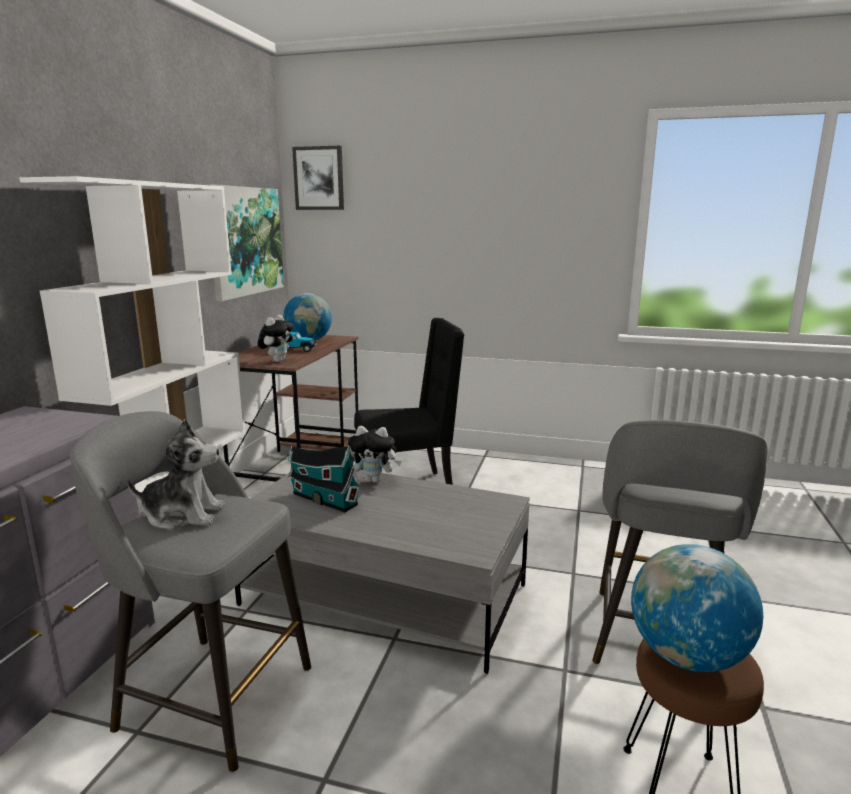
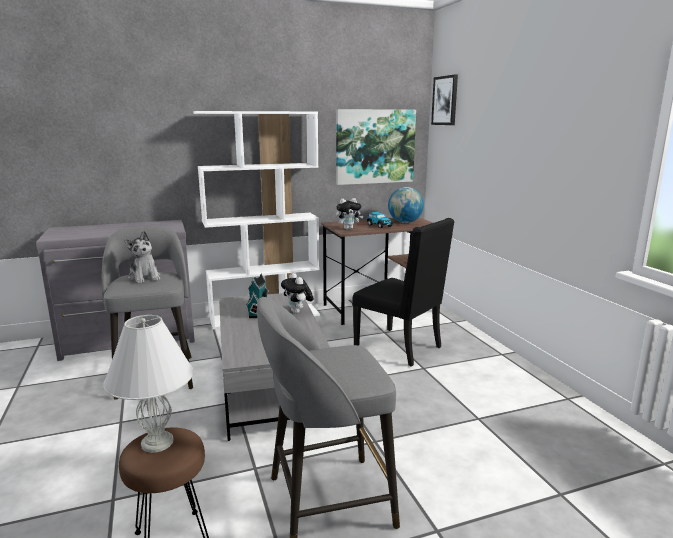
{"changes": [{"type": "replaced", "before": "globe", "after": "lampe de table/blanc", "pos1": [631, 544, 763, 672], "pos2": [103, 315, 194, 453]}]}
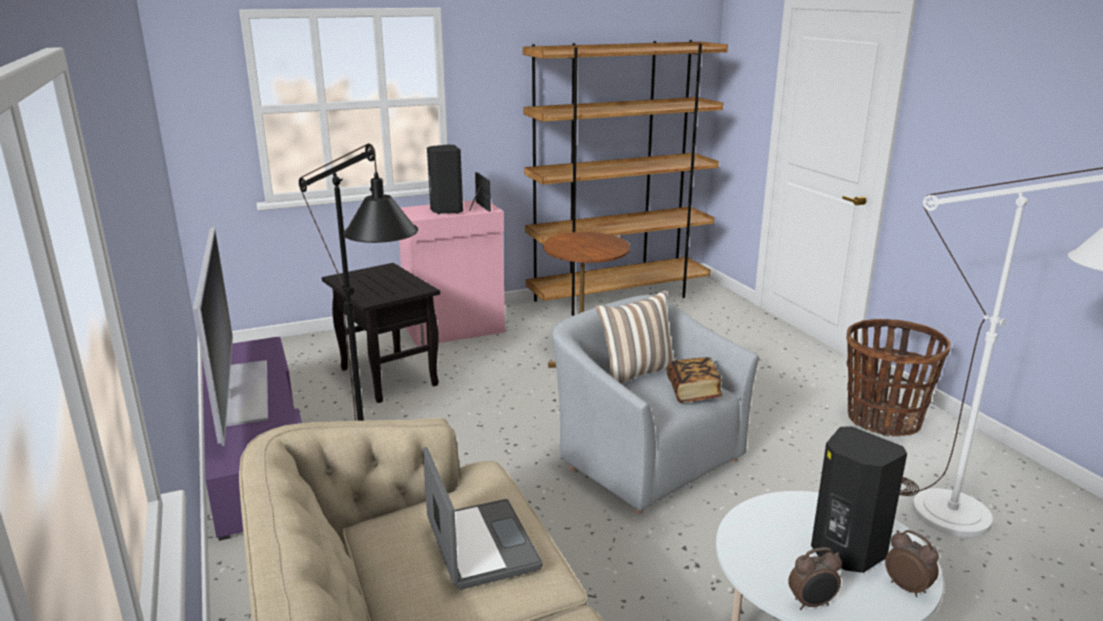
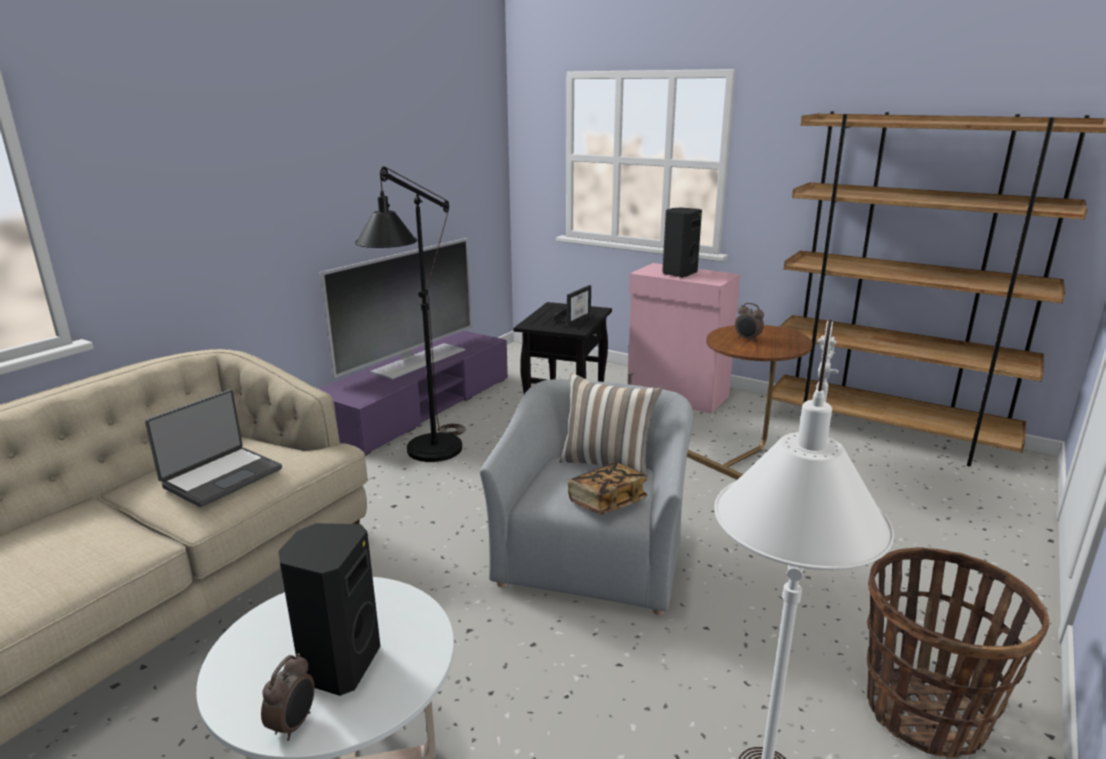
{"changes": [{"type": "moved", "before": "cadre photo", "pos1": [469, 172, 491, 212], "pos2": [553, 285, 591, 327]}, {"type": "moved", "before": "réveil", "pos1": [788, 547, 842, 610], "pos2": [735, 303, 764, 342]}]}
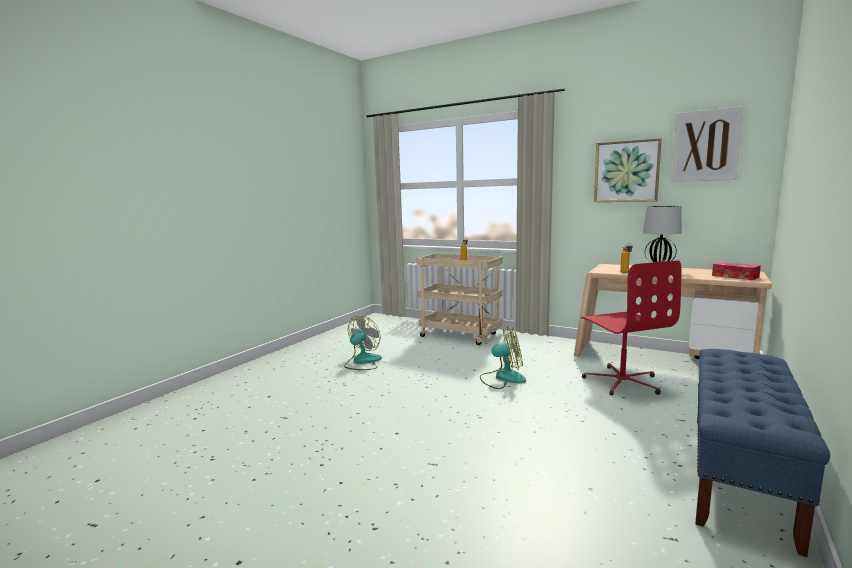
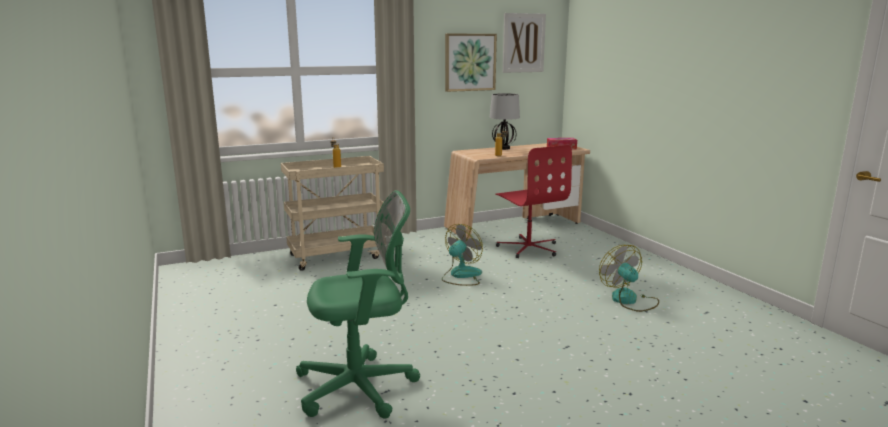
{"changes": [{"type": "added", "after": "chaise de bureau/vert", "pos2": [296, 190, 420, 419]}, {"type": "turned", "before": "chaise de bureau/rouge", "pos1": [581, 260, 682, 396], "pos2": [495, 145, 572, 258], "turn": 45}, {"type": "moved", "before": "ventilateur", "pos1": [344, 316, 382, 370], "pos2": [599, 245, 659, 312]}, {"type": "removed", "before": "banc/bleu", "pos1": [696, 349, 830, 557]}]}
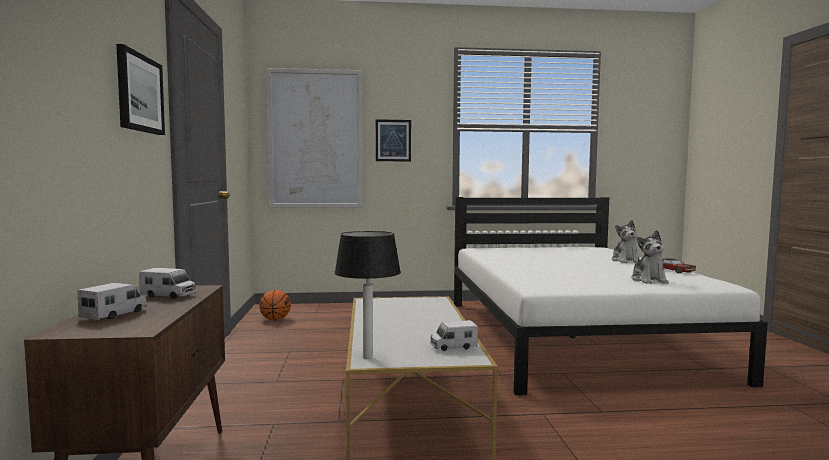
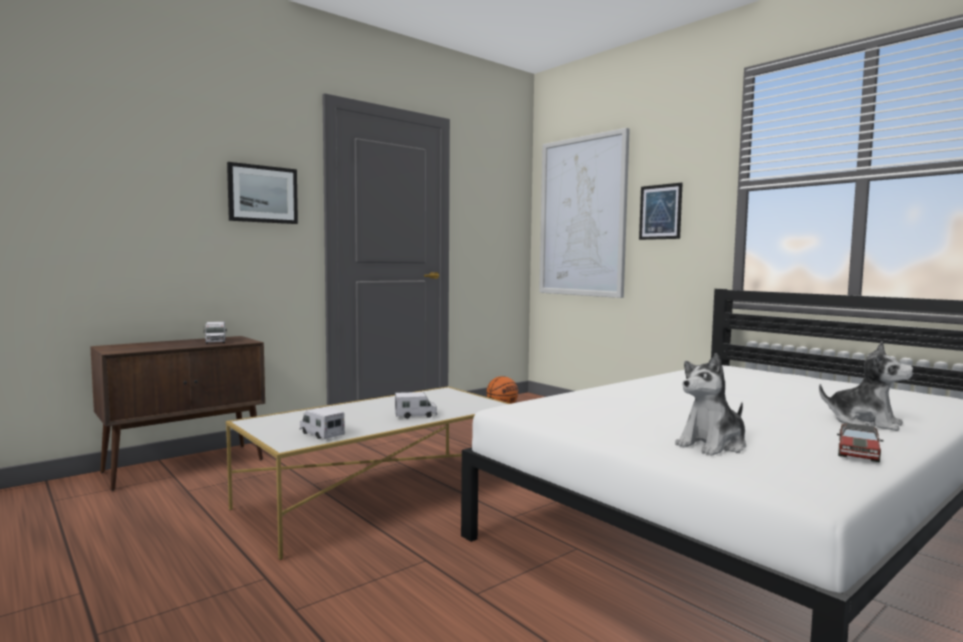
{"changes": [{"type": "moved", "before": "camion jouet", "pos1": [78, 283, 147, 320], "pos2": [395, 392, 438, 419]}, {"type": "turned", "before": "peluche", "pos1": [612, 220, 638, 263], "pos2": [819, 342, 914, 431], "turn": -105}, {"type": "removed", "before": "lampe de table", "pos1": [334, 231, 401, 359]}]}
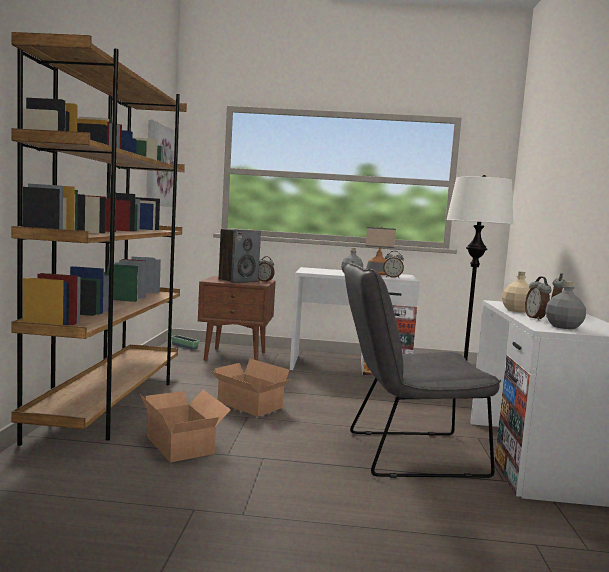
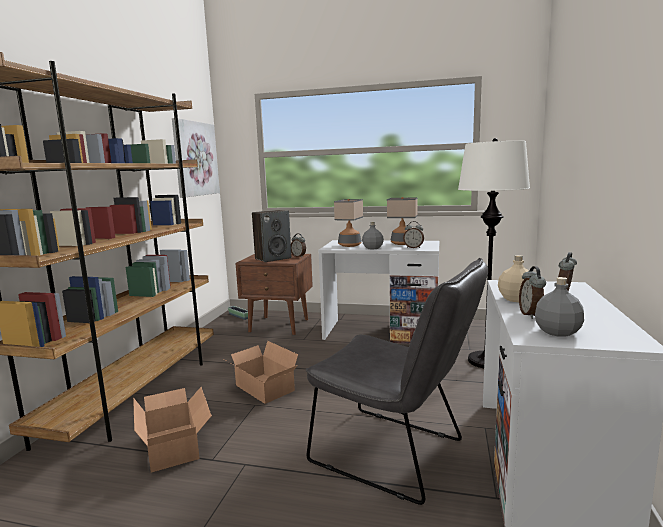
{"changes": [{"type": "turned", "before": "chaise/gris", "pos1": [344, 261, 501, 478], "pos2": [306, 258, 488, 505], "turn": -150}, {"type": "added", "after": "lampe de table", "pos2": [334, 199, 363, 247]}]}
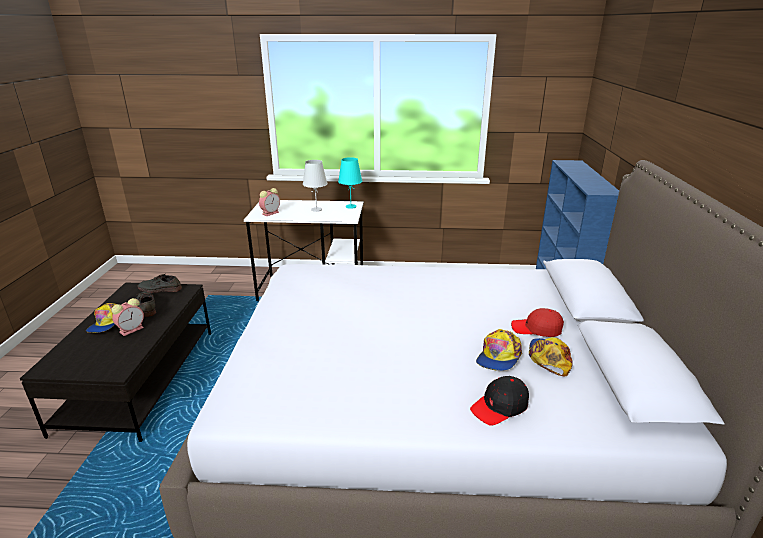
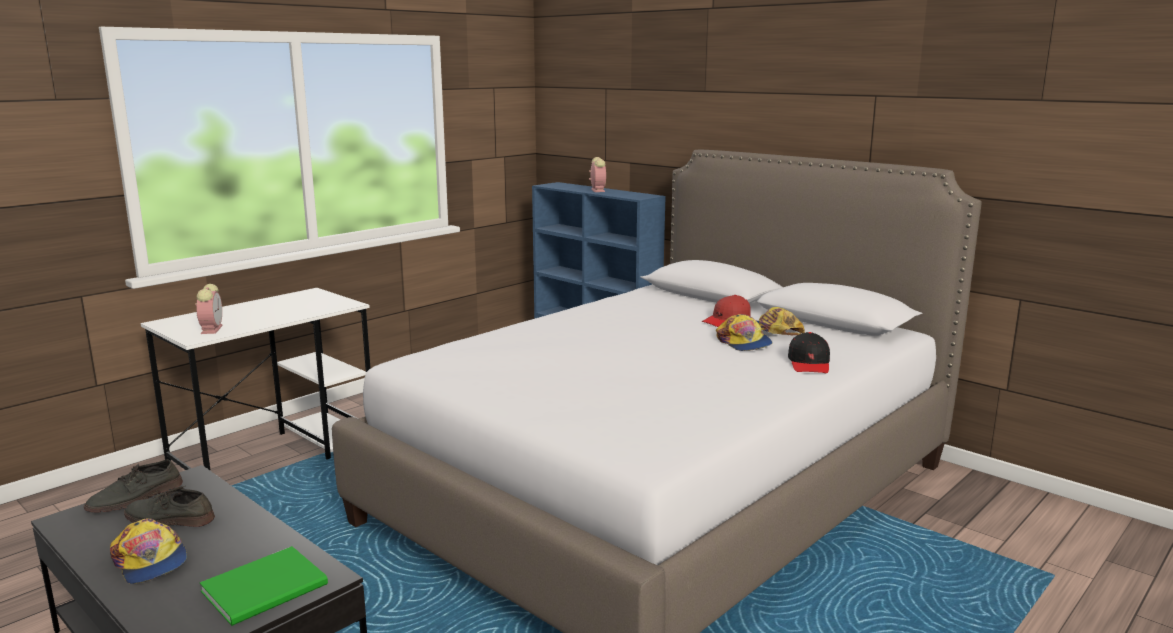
{"changes": [{"type": "added", "after": "livre/vert", "pos2": [200, 546, 328, 626]}, {"type": "moved", "before": "réveil", "pos1": [112, 298, 144, 336], "pos2": [589, 157, 606, 192]}, {"type": "removed", "before": "lampe de table/blanc", "pos1": [303, 160, 328, 212]}, {"type": "removed", "before": "lampe de table/turquoise", "pos1": [338, 157, 362, 209]}]}
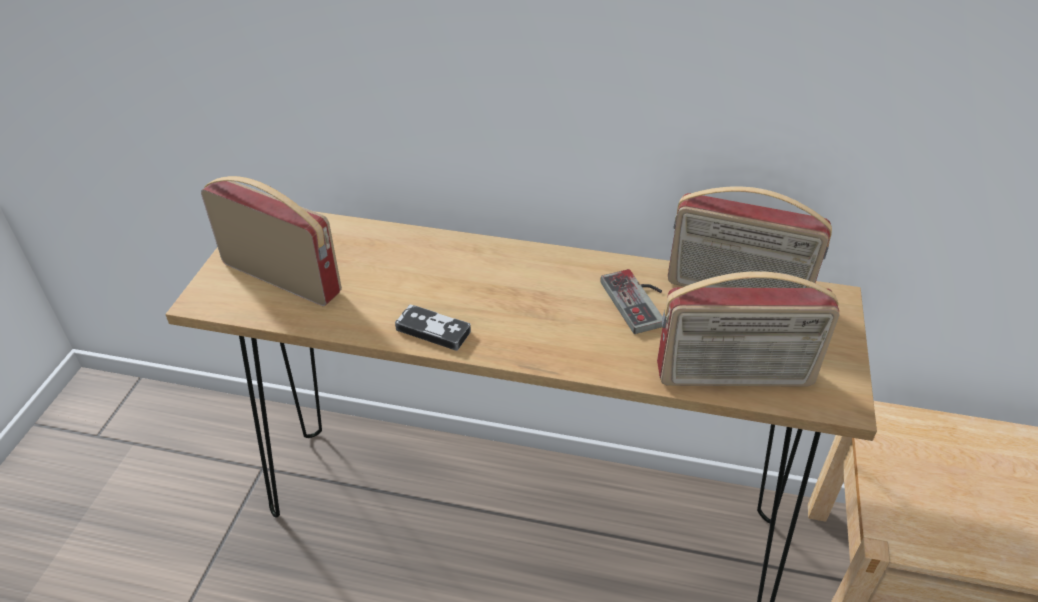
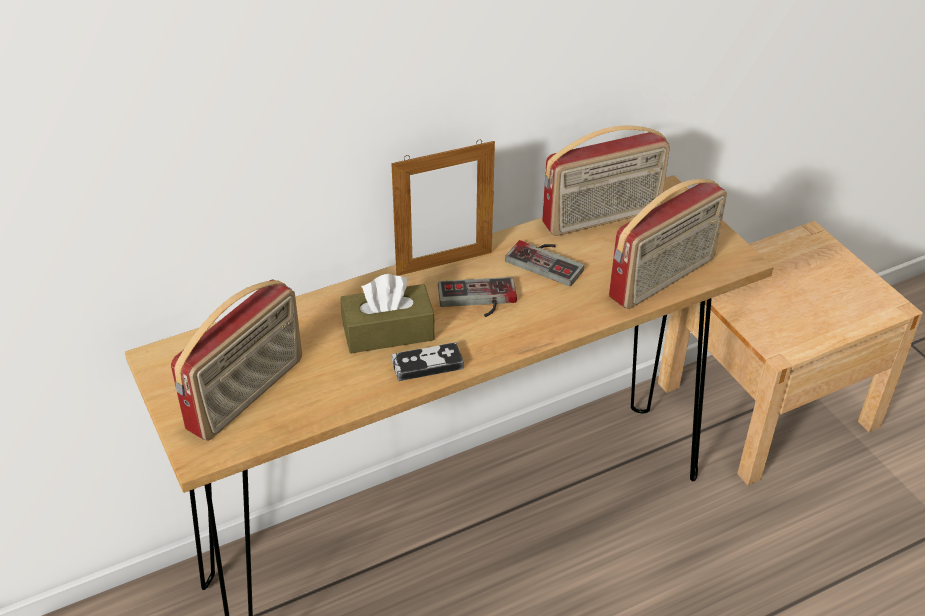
{"changes": [{"type": "turned", "before": "radio", "pos1": [201, 176, 342, 306], "pos2": [171, 279, 302, 441], "turn": 135}, {"type": "added", "after": "boîte à mouchoirs/marron", "pos2": [340, 274, 435, 353]}, {"type": "added", "after": "cadre photo", "pos2": [391, 140, 495, 276]}, {"type": "added", "after": "manette", "pos2": [438, 277, 517, 317]}]}
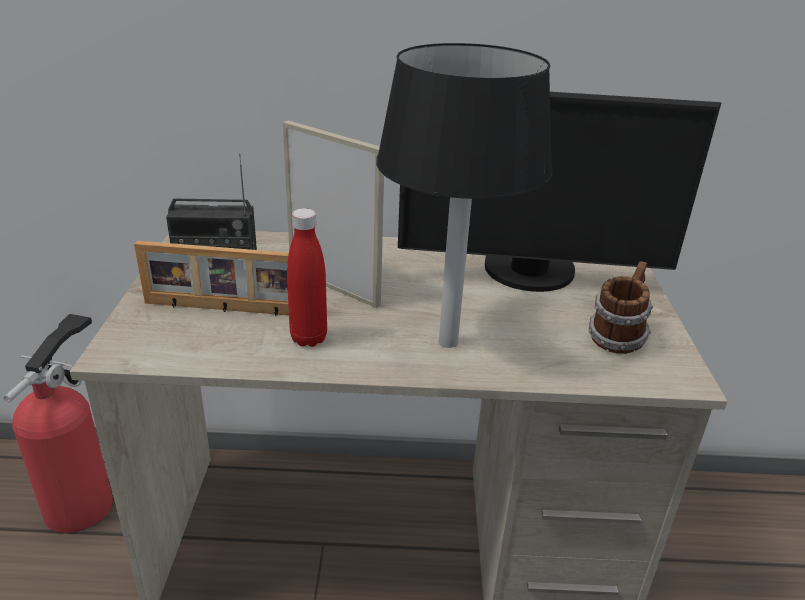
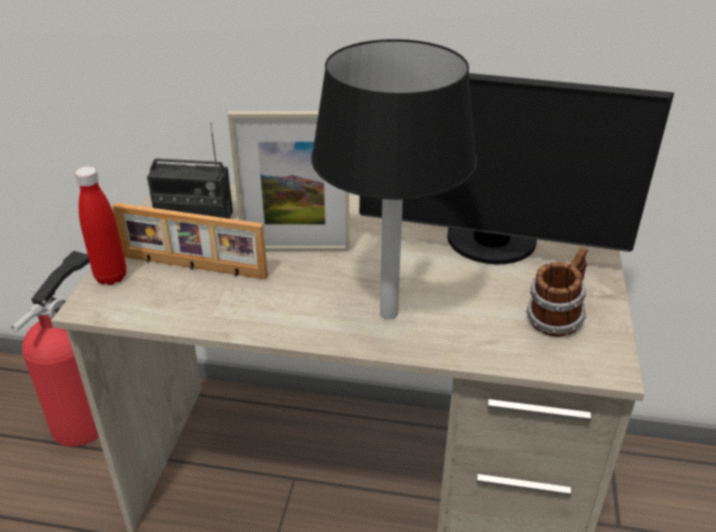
{"changes": [{"type": "moved", "before": "bouteille/rouge", "pos1": [287, 208, 327, 347], "pos2": [75, 166, 126, 285]}, {"type": "turned", "before": "cadre photo", "pos1": [283, 121, 384, 308], "pos2": [228, 111, 350, 252], "turn": 135}]}
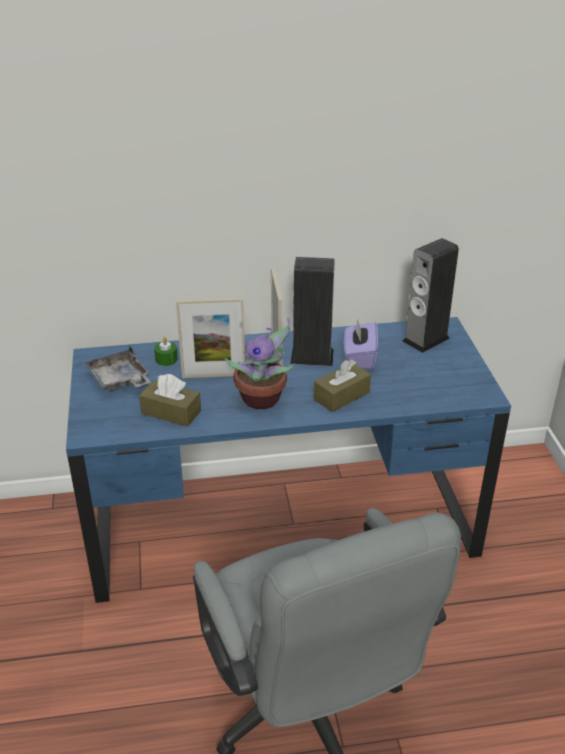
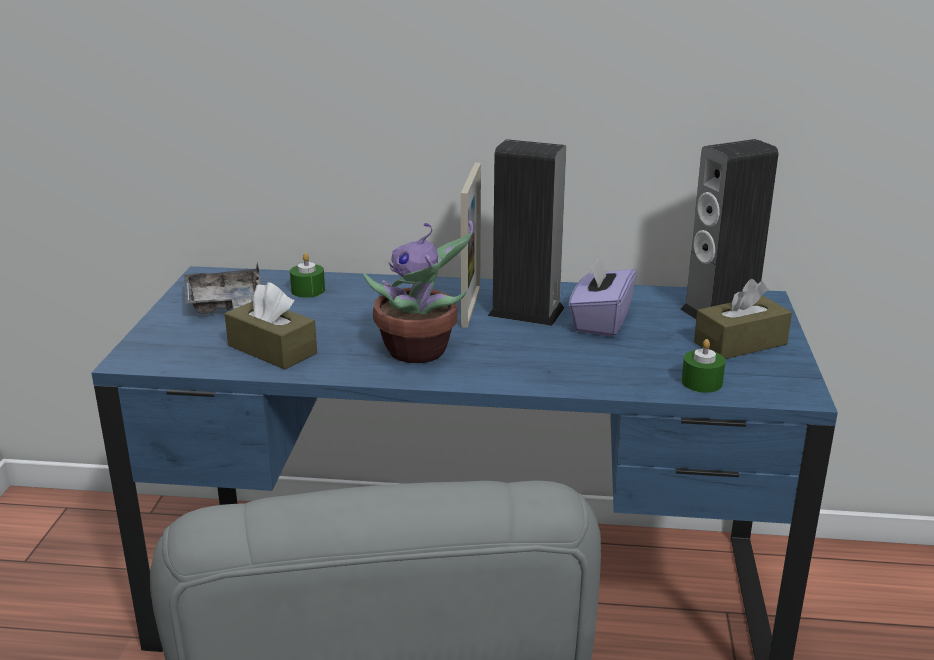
{"changes": [{"type": "added", "after": "bougie/vert", "pos2": [681, 339, 725, 393]}, {"type": "moved", "before": "boîte à mouchoirs/marron", "pos1": [314, 359, 371, 412], "pos2": [694, 279, 792, 359]}, {"type": "removed", "before": "cadre photo", "pos1": [176, 298, 245, 378]}]}
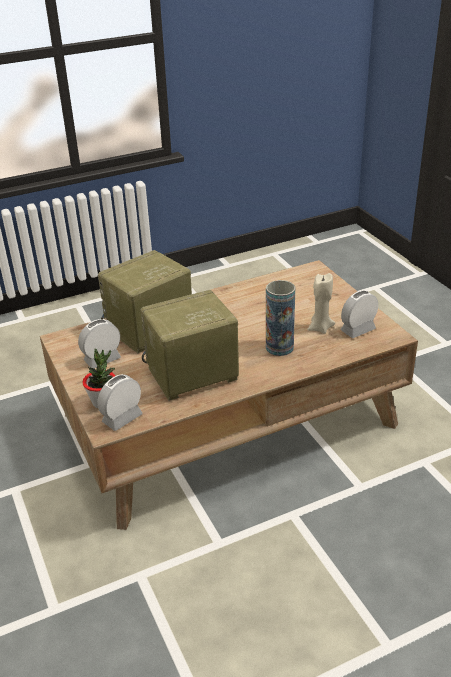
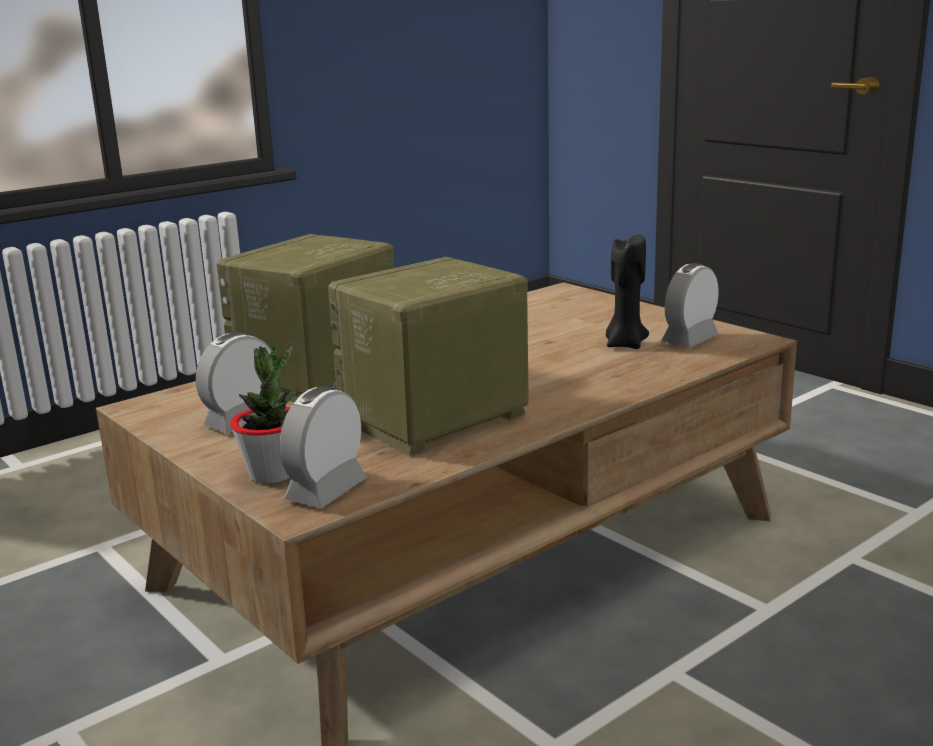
{"changes": [{"type": "recoloured", "before": "bougie/beige", "after": "bougie/noir", "pos1": [307, 273, 335, 334], "pos2": [606, 234, 649, 349]}, {"type": "removed", "before": "vase", "pos1": [266, 280, 295, 356]}]}
